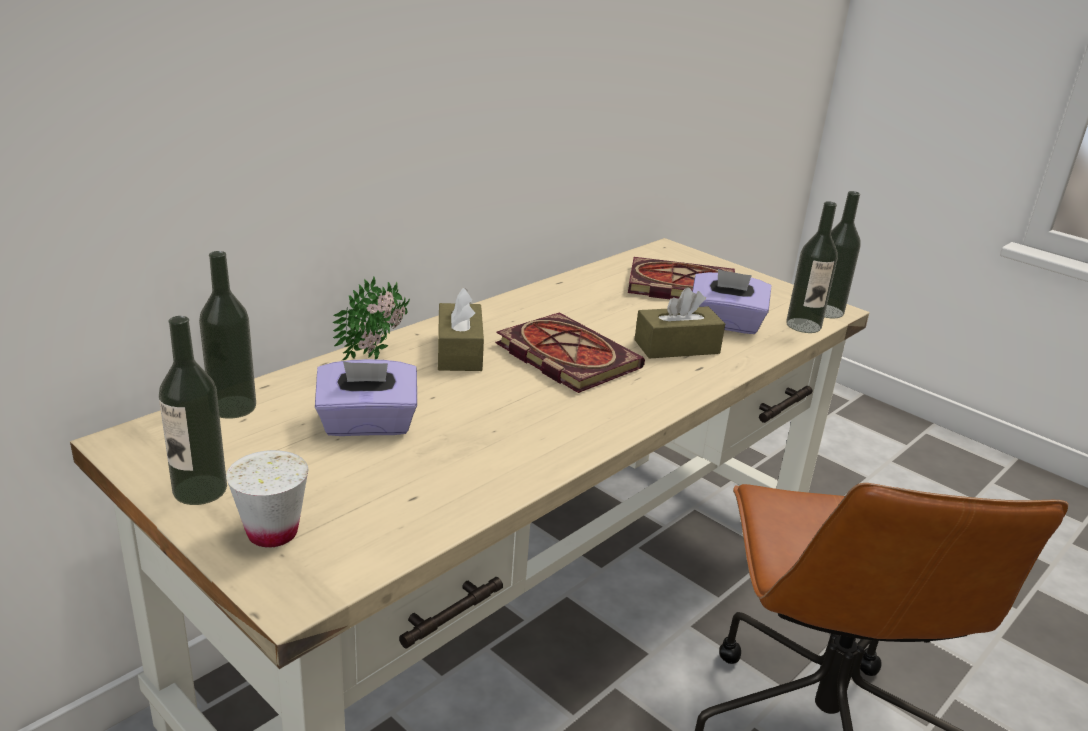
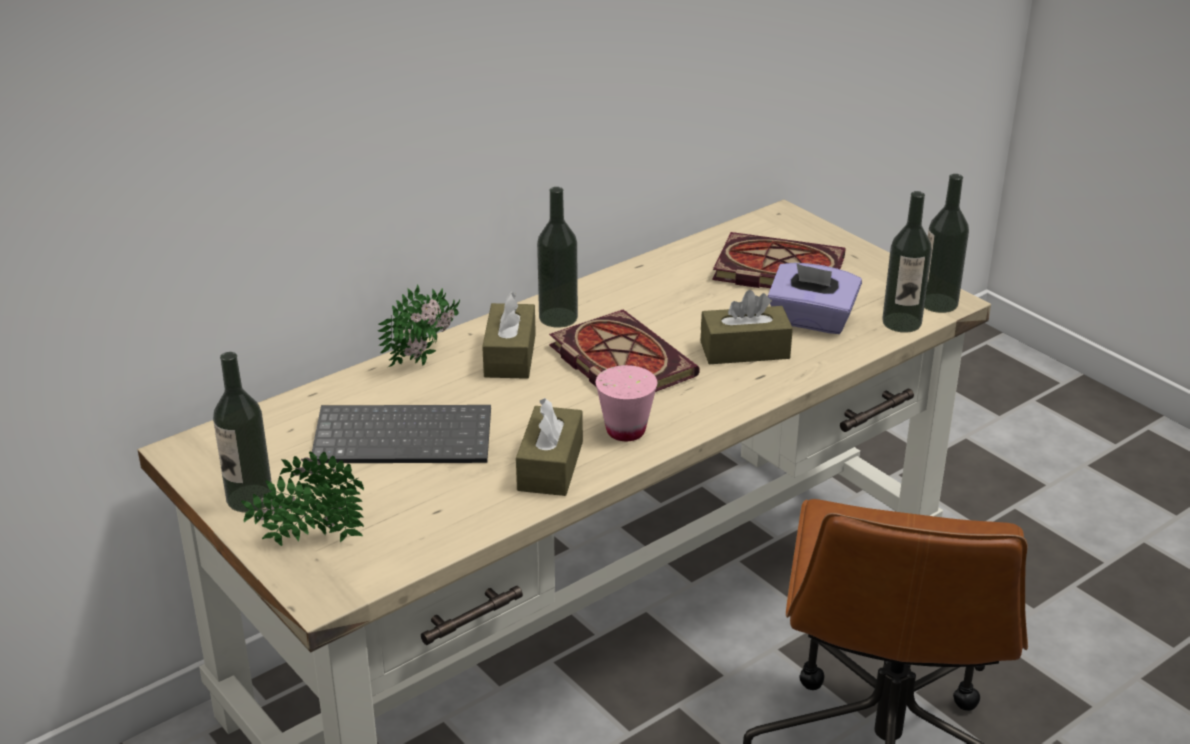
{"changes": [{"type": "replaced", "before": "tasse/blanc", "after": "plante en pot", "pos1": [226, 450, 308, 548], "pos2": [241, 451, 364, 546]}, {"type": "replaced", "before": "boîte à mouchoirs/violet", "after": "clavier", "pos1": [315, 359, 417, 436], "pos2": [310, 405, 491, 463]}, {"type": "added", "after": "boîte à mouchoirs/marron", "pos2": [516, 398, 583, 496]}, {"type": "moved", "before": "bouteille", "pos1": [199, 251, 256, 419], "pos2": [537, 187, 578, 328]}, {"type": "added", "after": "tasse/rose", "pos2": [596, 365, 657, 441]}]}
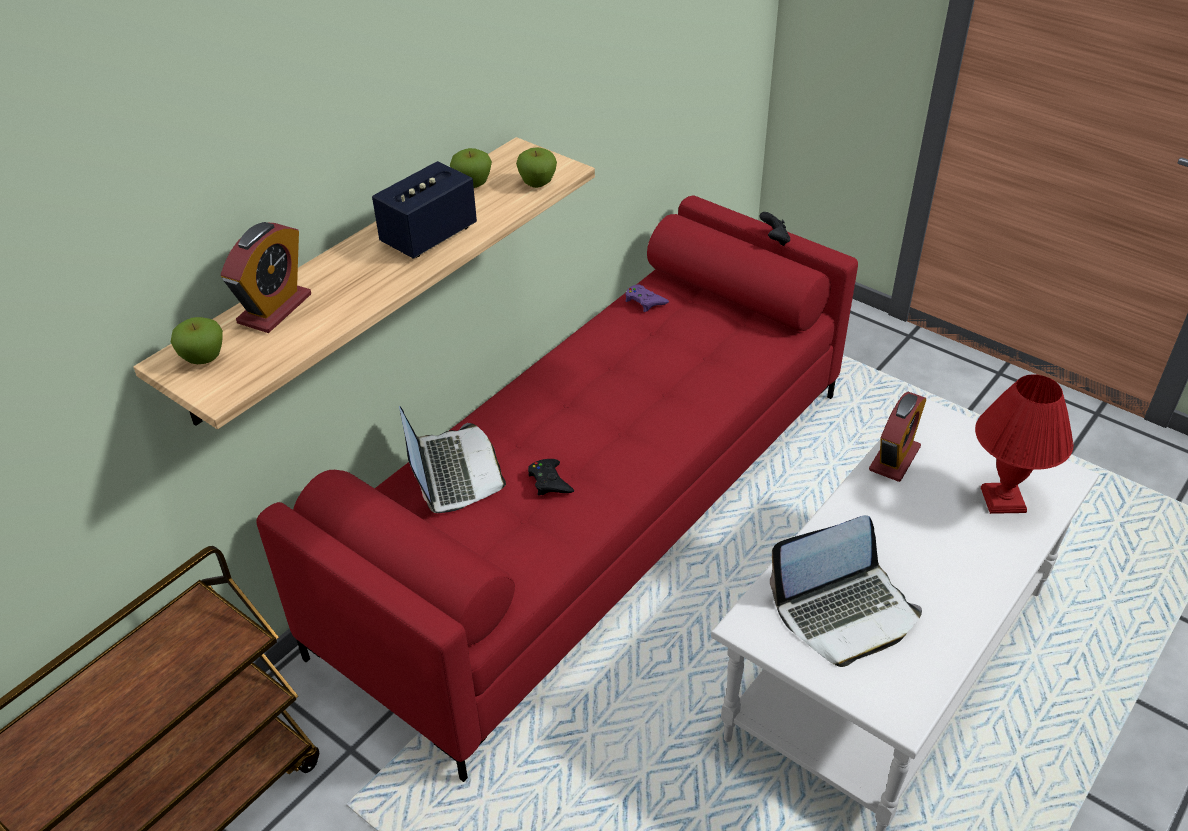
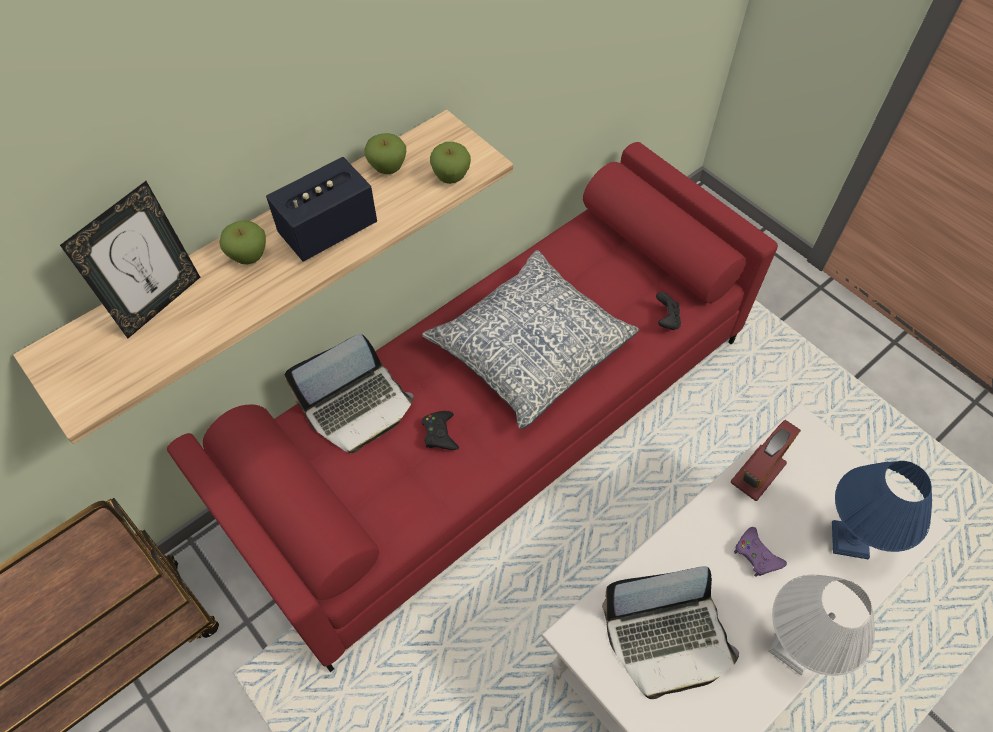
{"changes": [{"type": "replaced", "before": "réveil", "after": "cadre photo", "pos1": [221, 222, 311, 333], "pos2": [60, 181, 200, 338]}, {"type": "moved", "before": "pomme", "pos1": [171, 317, 223, 364], "pos2": [219, 220, 266, 264]}, {"type": "turned", "before": "ordinateur portable", "pos1": [399, 406, 506, 513], "pos2": [284, 334, 413, 453], "turn": 60}, {"type": "added", "after": "coussin", "pos2": [422, 250, 639, 429]}, {"type": "moved", "before": "manette/noir", "pos1": [759, 212, 790, 246], "pos2": [656, 292, 681, 330]}, {"type": "moved", "before": "manette/violet", "pos1": [625, 284, 669, 312], "pos2": [734, 527, 787, 577]}, {"type": "added", "after": "lampe de table/blanc", "pos2": [769, 574, 875, 676]}, {"type": "recoloured", "before": "lampe de table/rouge", "after": "lampe de table/bleu", "pos1": [975, 374, 1073, 514], "pos2": [832, 461, 932, 559]}]}
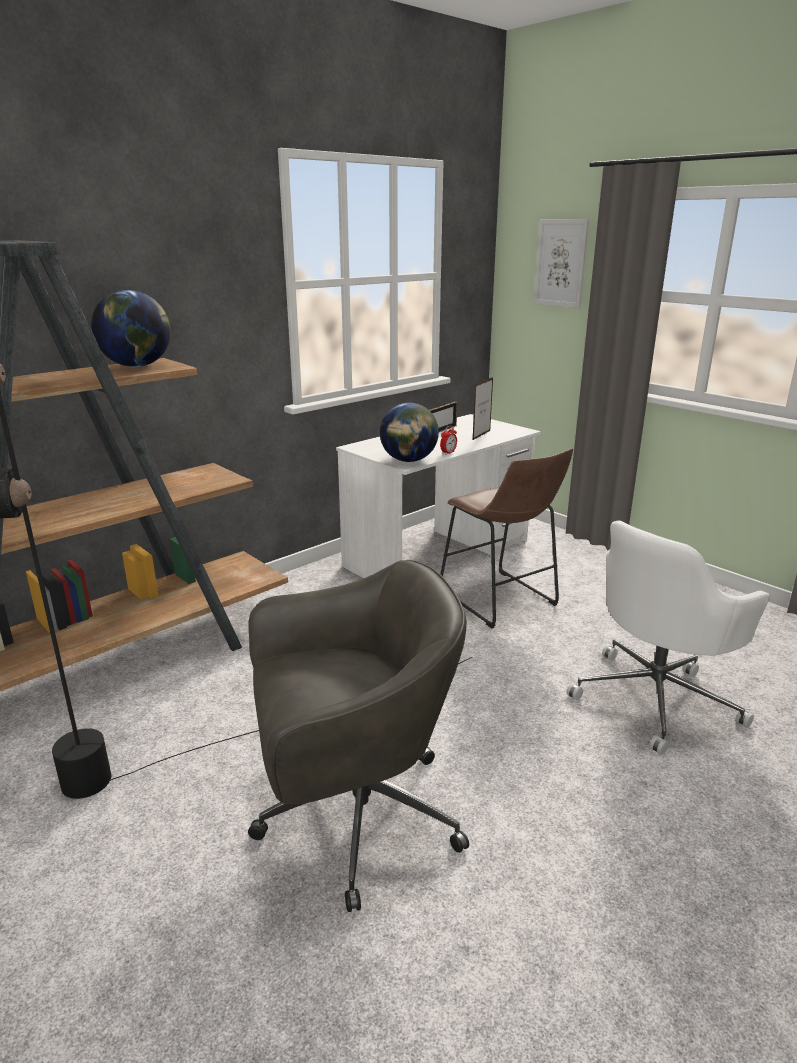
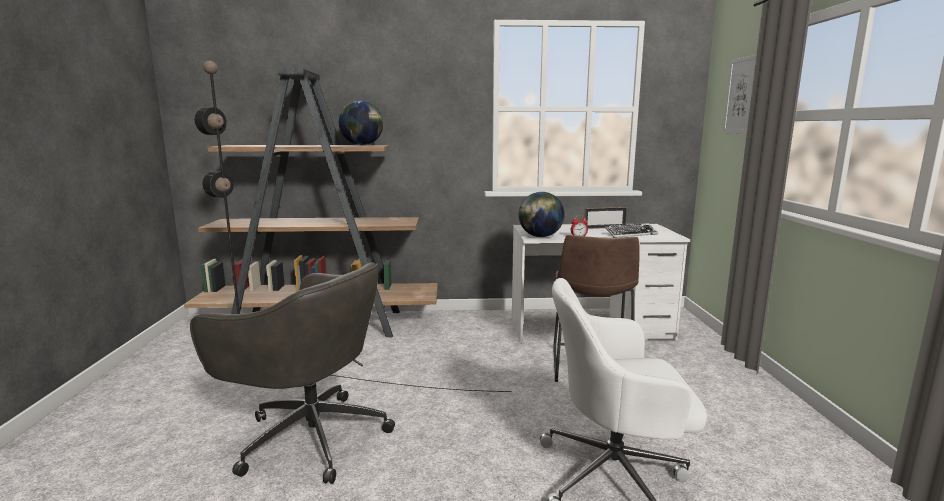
{"changes": [{"type": "replaced", "before": "cadre photo", "after": "clavier", "pos1": [473, 377, 493, 440], "pos2": [605, 223, 658, 238]}]}
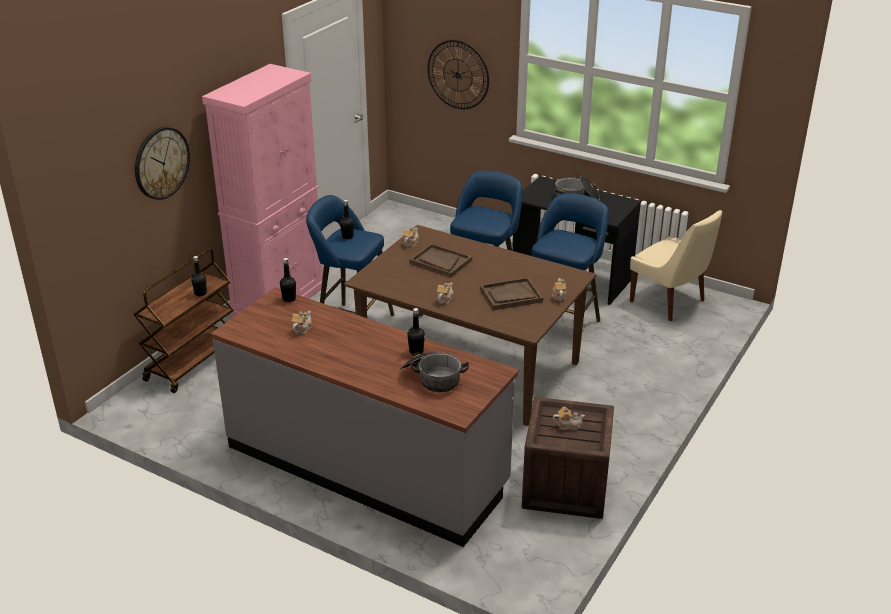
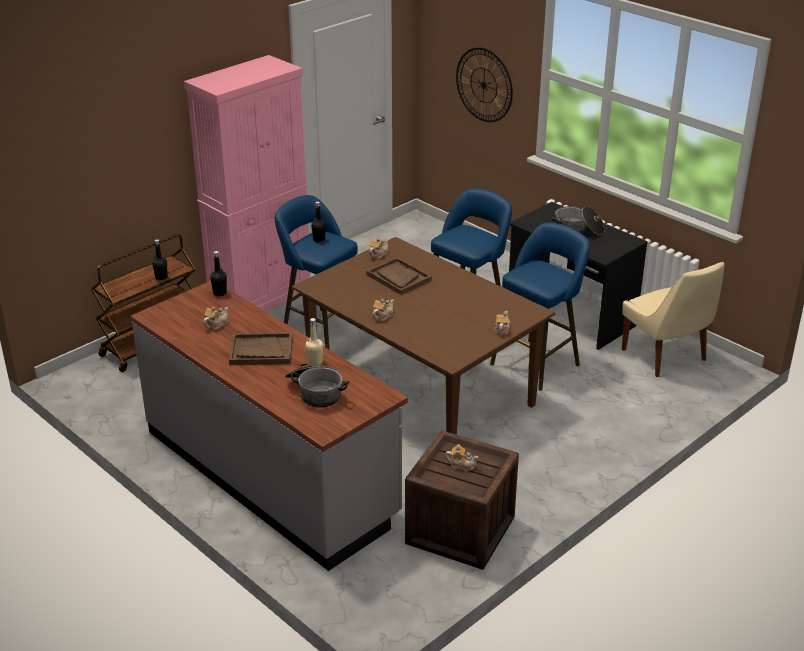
{"changes": [{"type": "moved", "before": "plateau/marron", "pos1": [480, 277, 543, 310], "pos2": [229, 333, 293, 365]}, {"type": "recoloured", "before": "bouteille/noir", "after": "bouteille/beige", "pos1": [407, 308, 425, 354], "pos2": [305, 318, 323, 366]}, {"type": "removed", "before": "horloge murale", "pos1": [135, 127, 190, 200]}]}
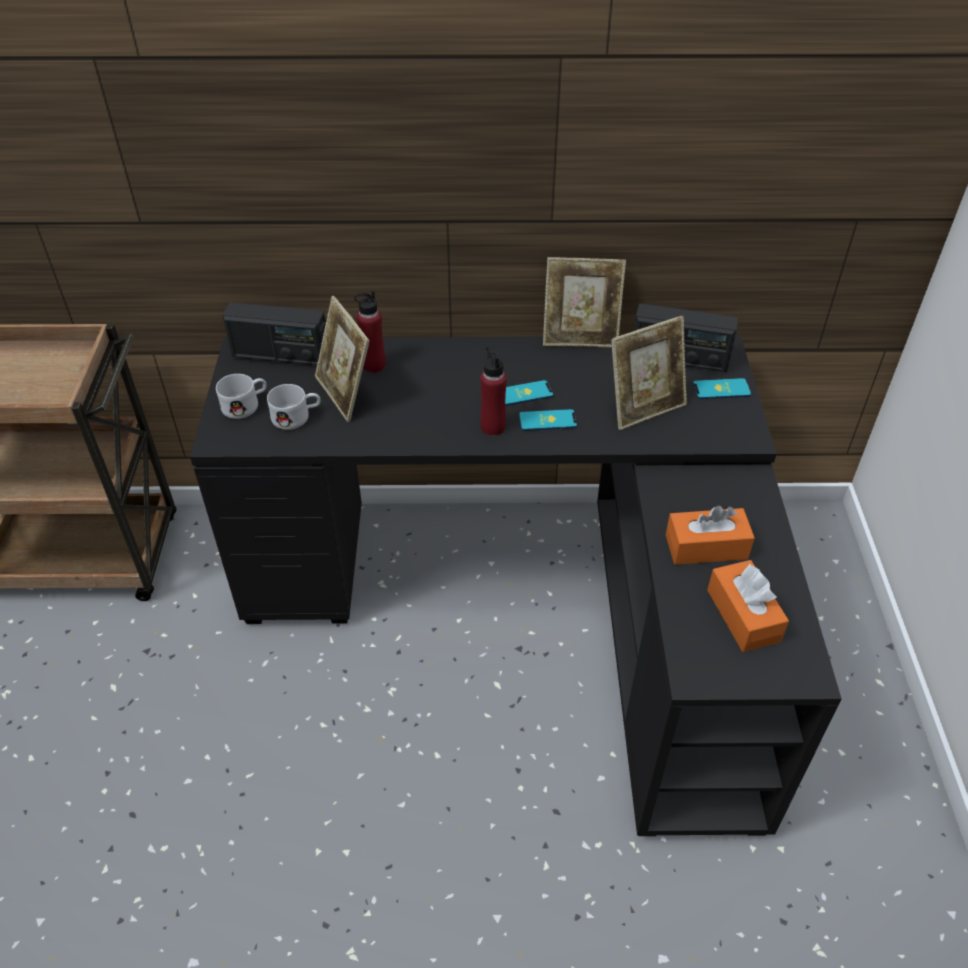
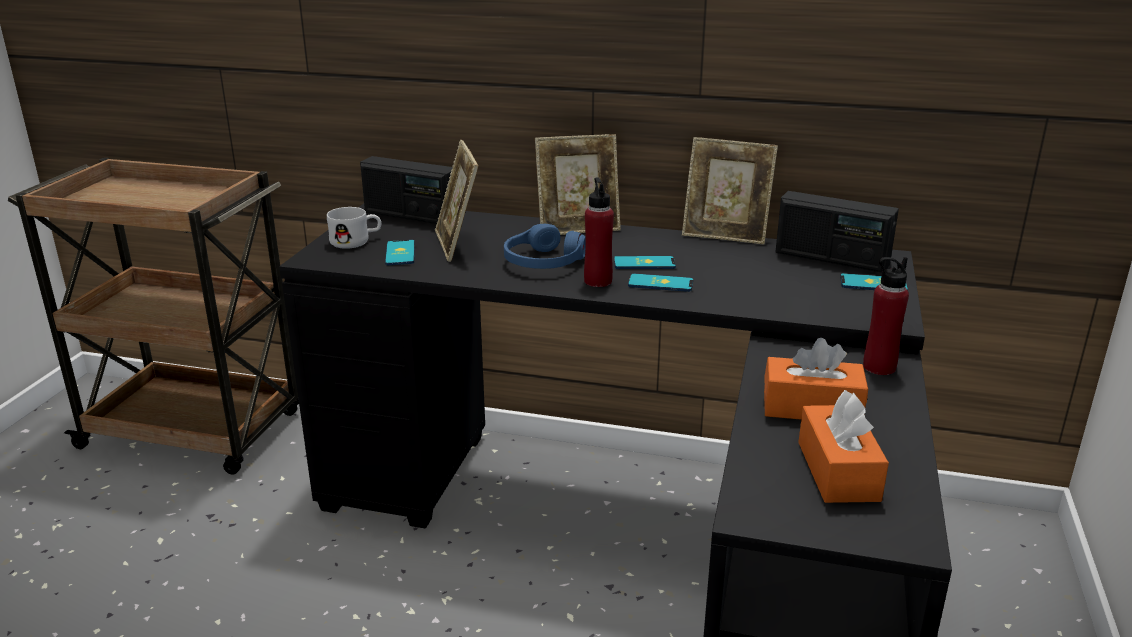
{"changes": [{"type": "replaced", "before": "mug/blanc", "after": "téléphone", "pos1": [267, 384, 321, 430], "pos2": [385, 240, 415, 265]}, {"type": "added", "after": "casque audio/bleu", "pos2": [504, 224, 586, 269]}, {"type": "moved", "before": "cadre photo", "pos1": [611, 316, 687, 430], "pos2": [535, 134, 621, 235]}, {"type": "moved", "before": "bouteille/rouge", "pos1": [354, 290, 386, 373], "pos2": [863, 257, 909, 375]}]}
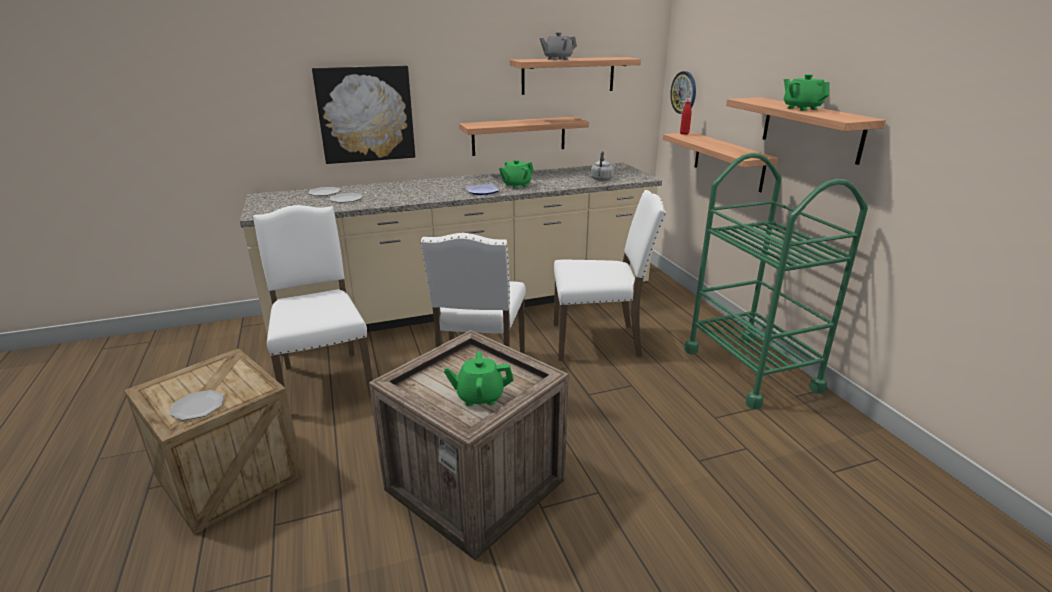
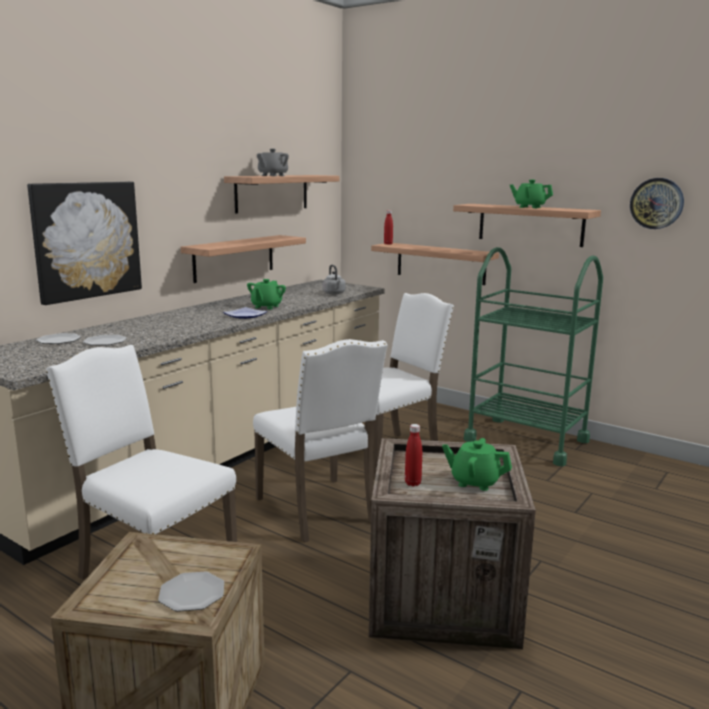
{"changes": [{"type": "added", "after": "bouteille/rouge", "pos2": [405, 424, 422, 486]}, {"type": "turned", "before": "théière/vert", "pos1": [444, 351, 514, 406], "pos2": [442, 438, 512, 491], "turn": 60}, {"type": "moved", "before": "horloge murale", "pos1": [670, 71, 696, 114], "pos2": [630, 178, 684, 229]}]}
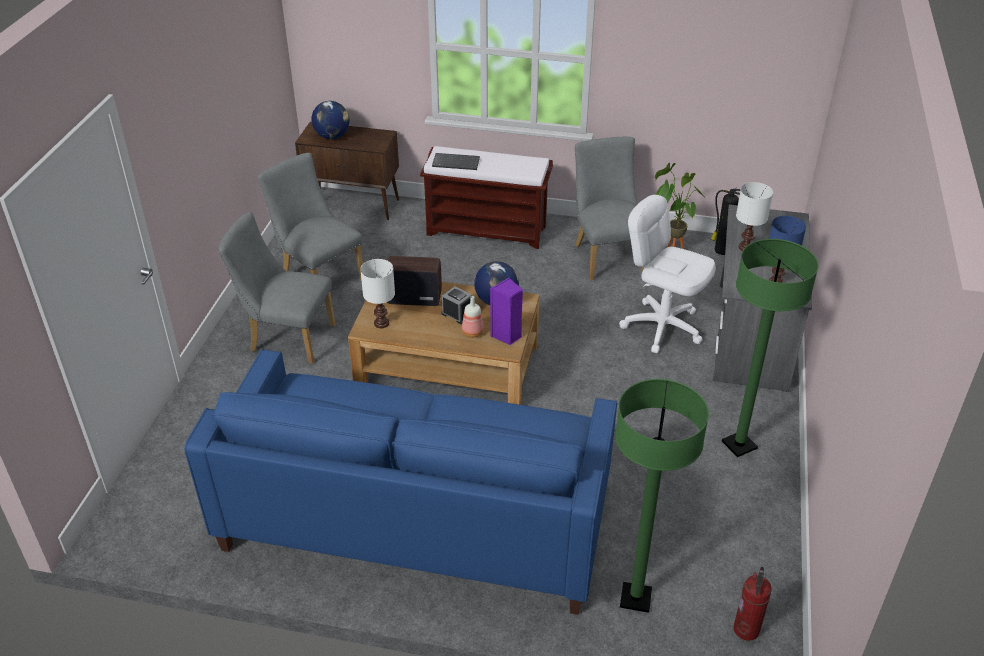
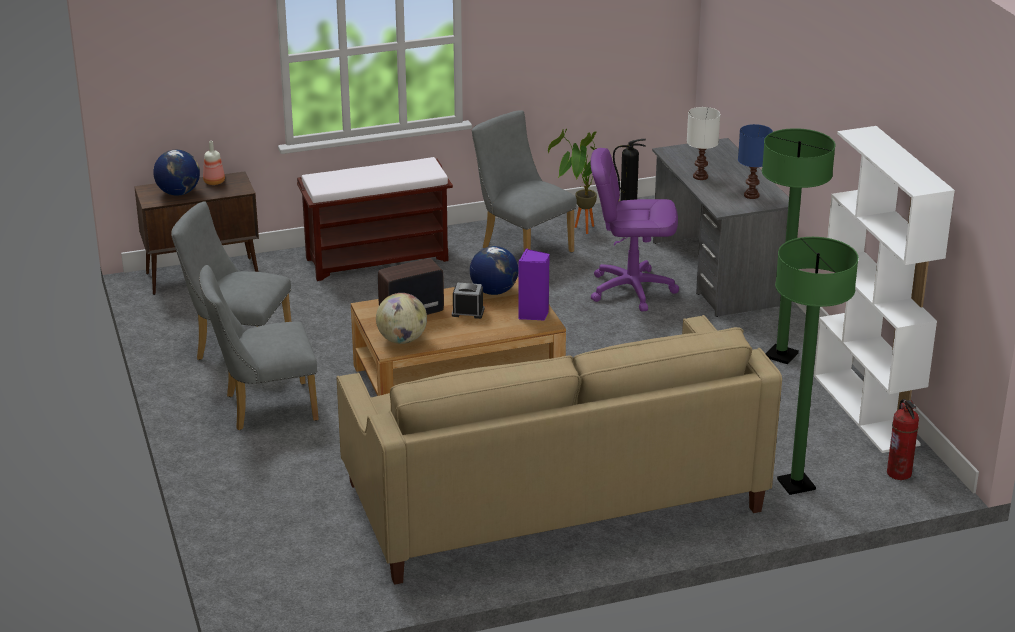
{"changes": [{"type": "moved", "before": "bouteille", "pos1": [462, 296, 484, 338], "pos2": [203, 141, 225, 185]}, {"type": "recoloured", "before": "canapé/bleu", "after": "canapé/beige", "pos1": [184, 349, 617, 615], "pos2": [337, 315, 782, 585]}, {"type": "replaced", "before": "lampe de table/blanc", "after": "globe", "pos1": [360, 259, 395, 328], "pos2": [376, 293, 427, 344]}, {"type": "recoloured", "before": "chaise de bureau/blanc", "after": "chaise de bureau/violet", "pos1": [619, 195, 716, 353], "pos2": [591, 148, 679, 312]}, {"type": "added", "after": "bibliothèque/blanc", "pos2": [814, 126, 955, 453]}, {"type": "removed", "before": "clavier", "pos1": [432, 153, 480, 170]}]}
